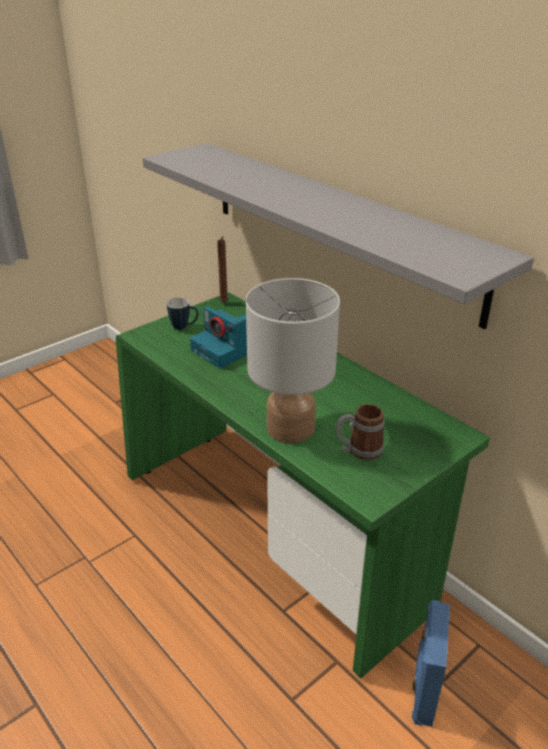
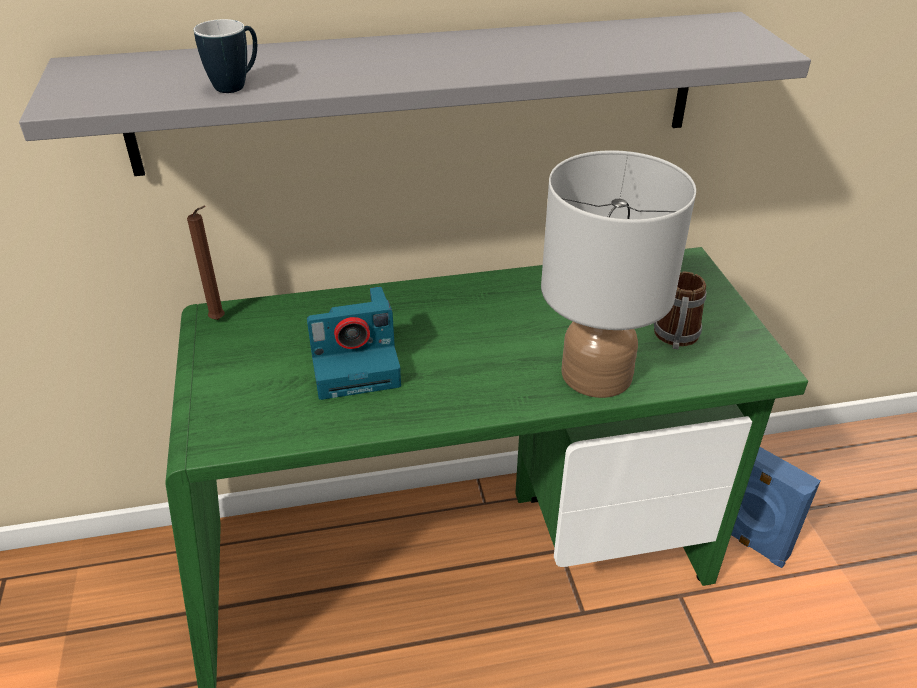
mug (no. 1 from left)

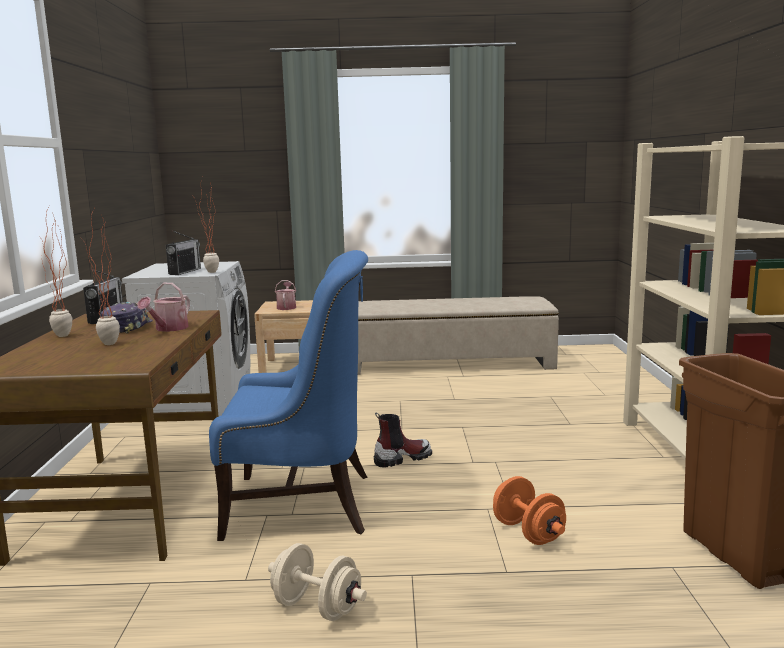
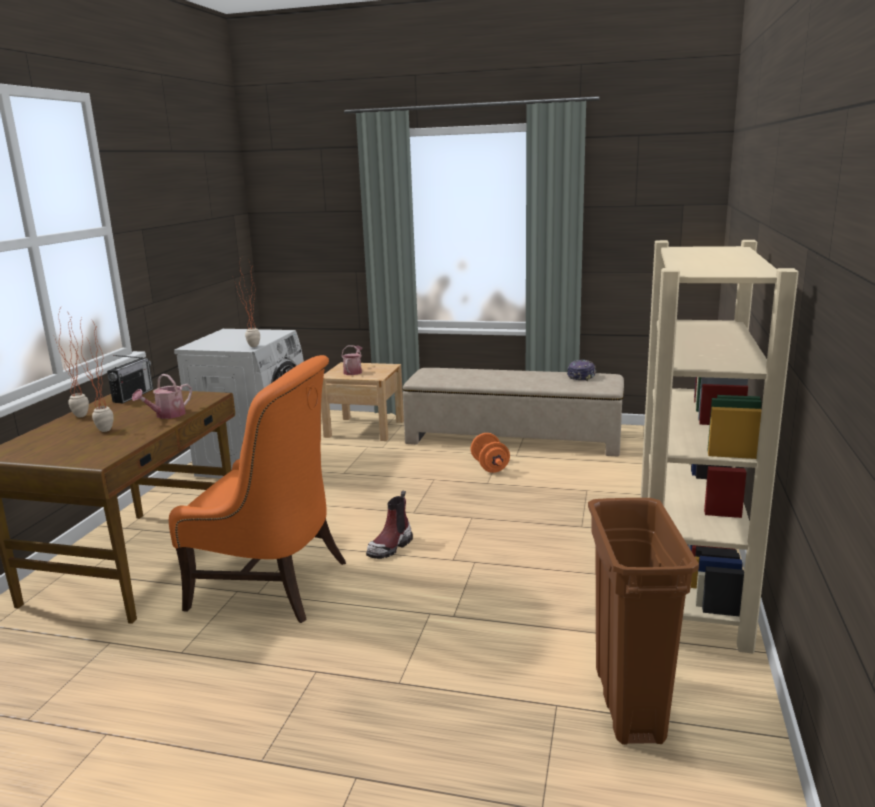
radio (no. 2 from left in the first image)
beige dumbbell
cap
orange dumbbell
orange chair
boot

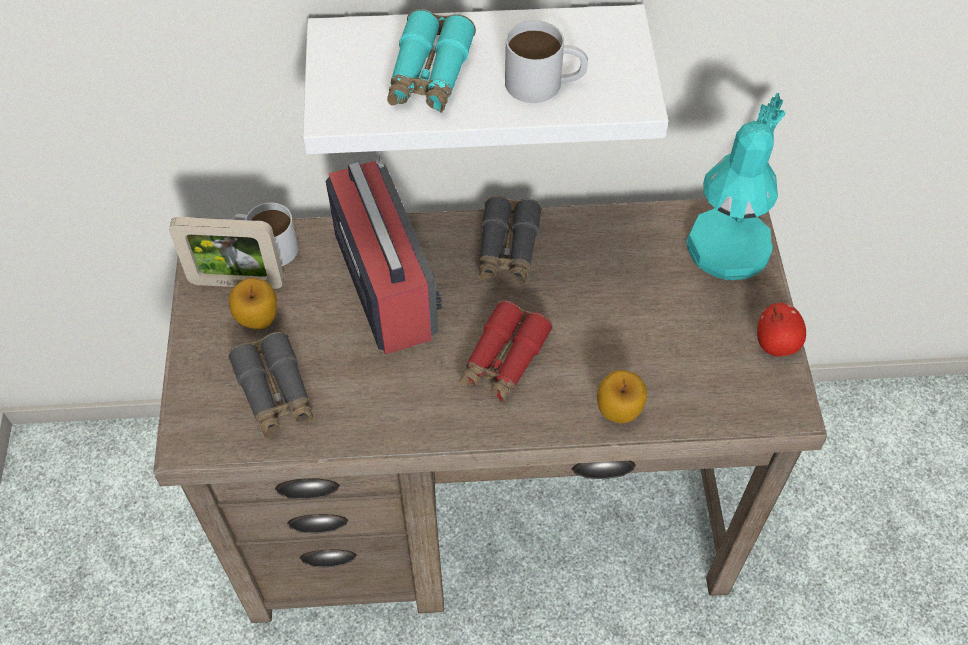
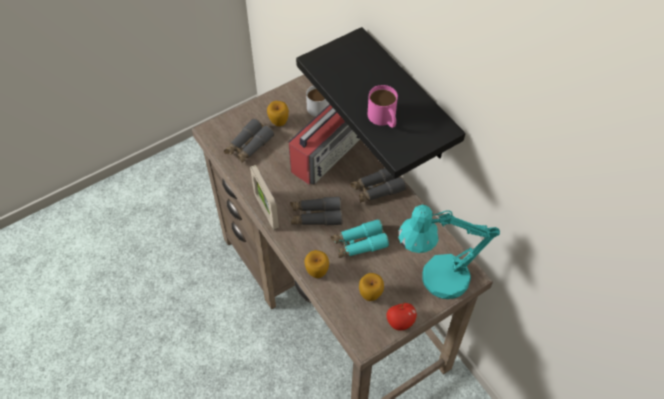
apple (no. 3 from left)
picture frame
turquoise binoculars
black shelf
grey binoculars (no. 2 from left)
pink mug

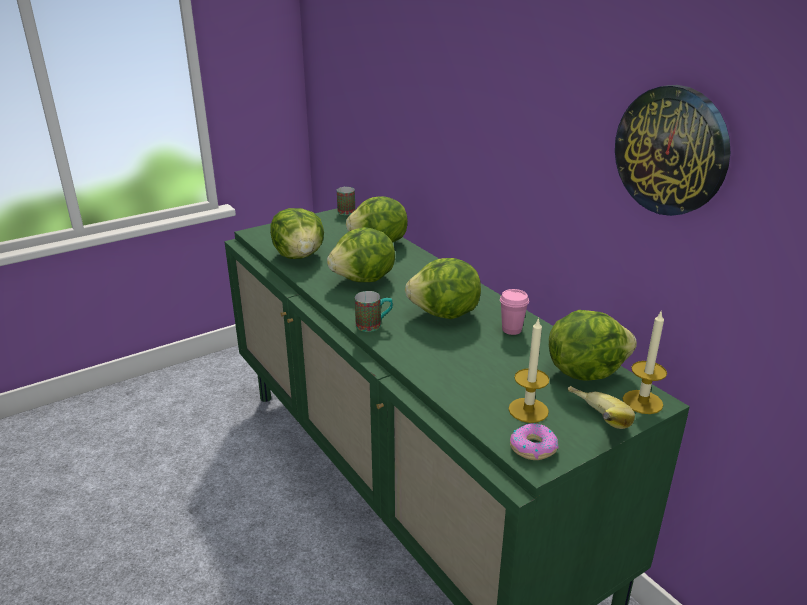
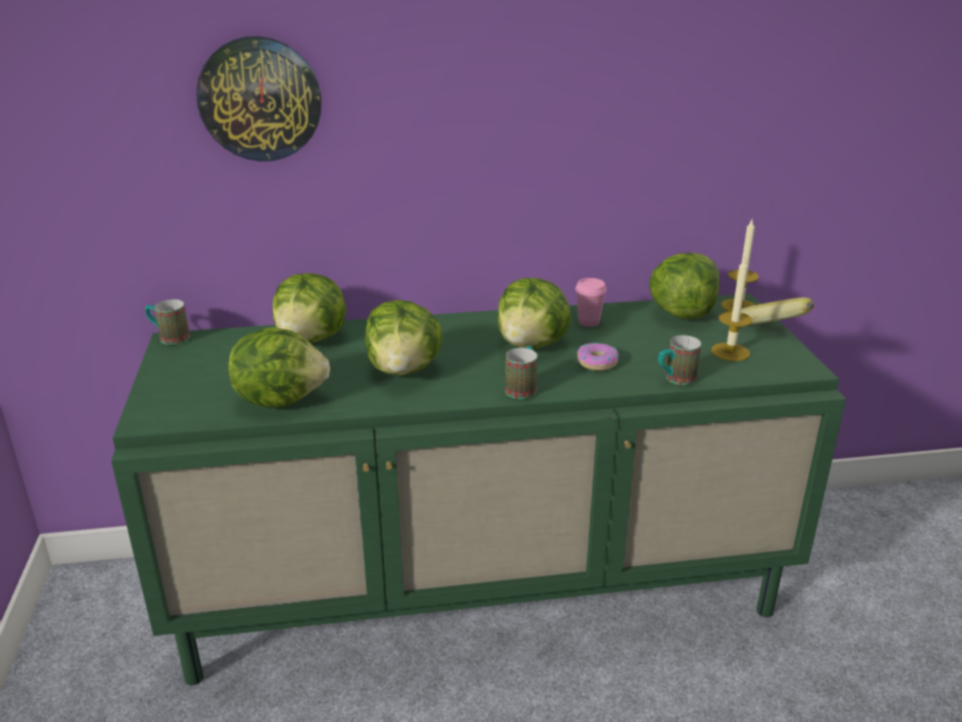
mug (no. 3 from left)
donut
wall clock

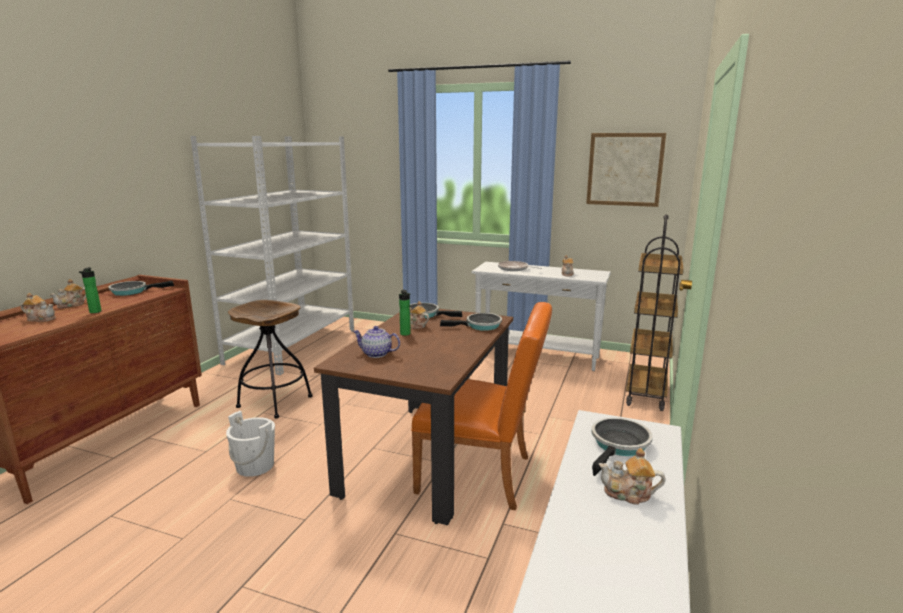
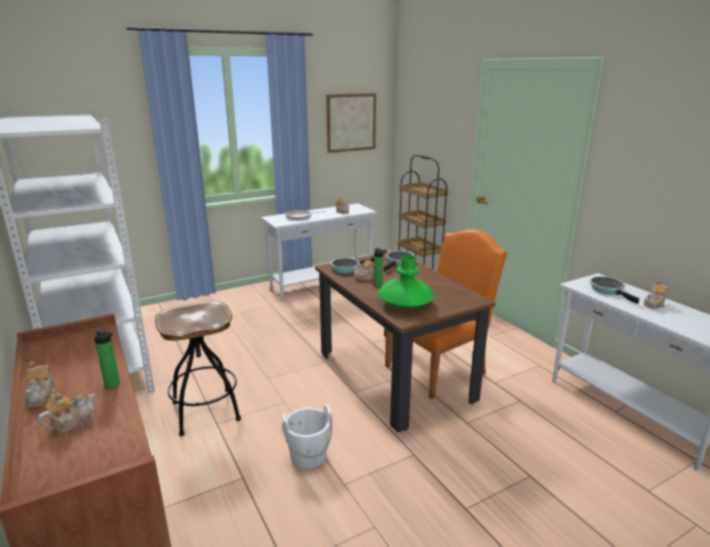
frying pan (no. 1 from left in the first image)
green vase

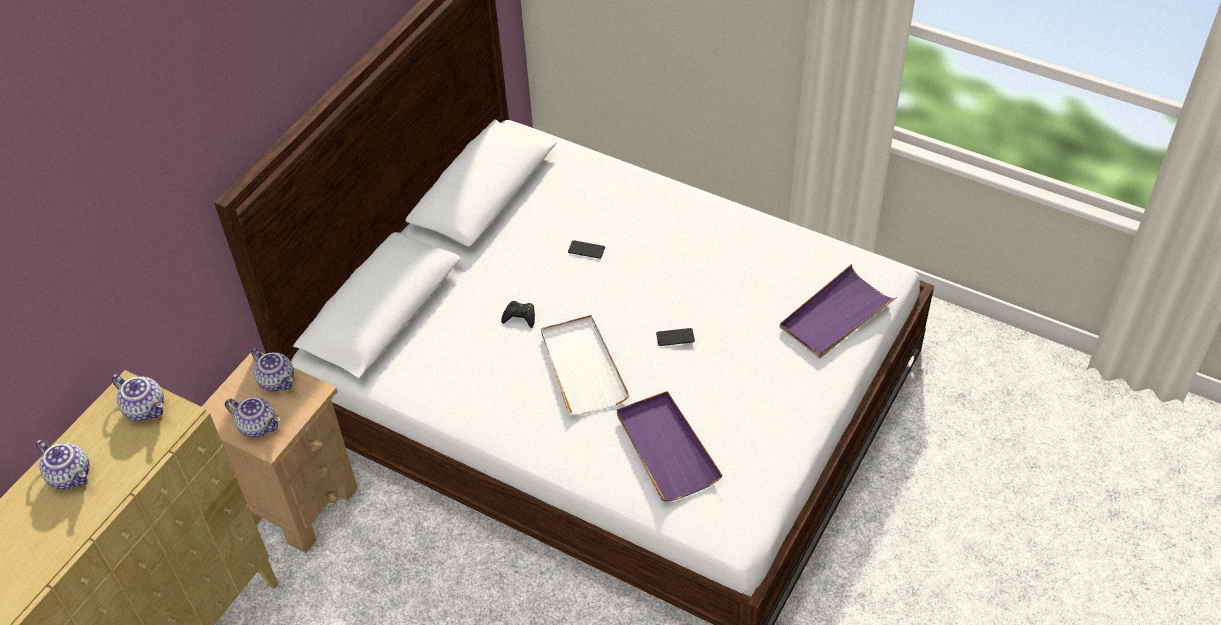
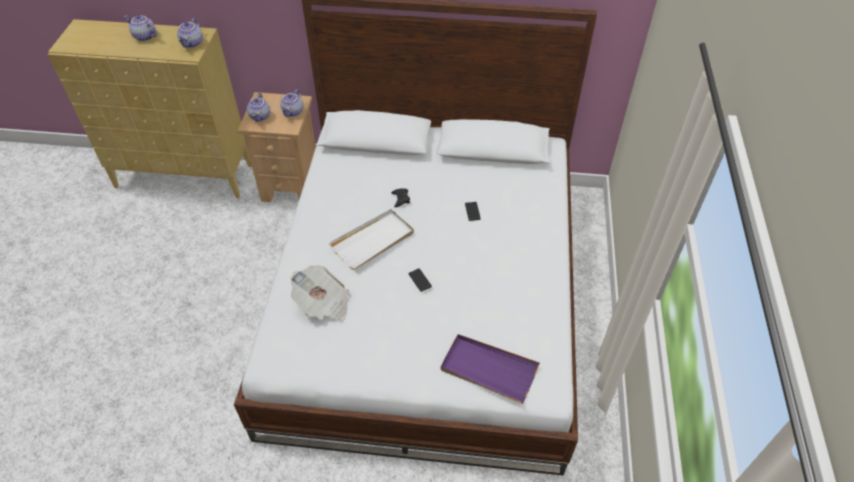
newspaper
teapot (no. 1 from left)

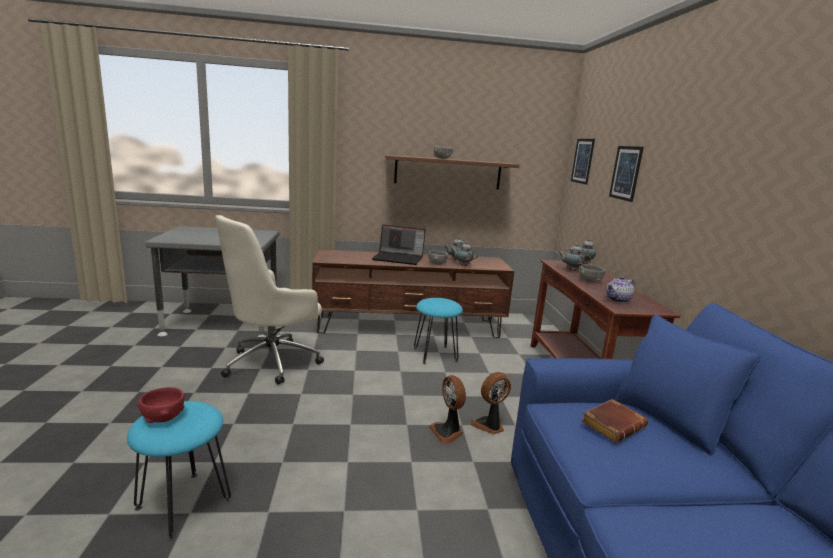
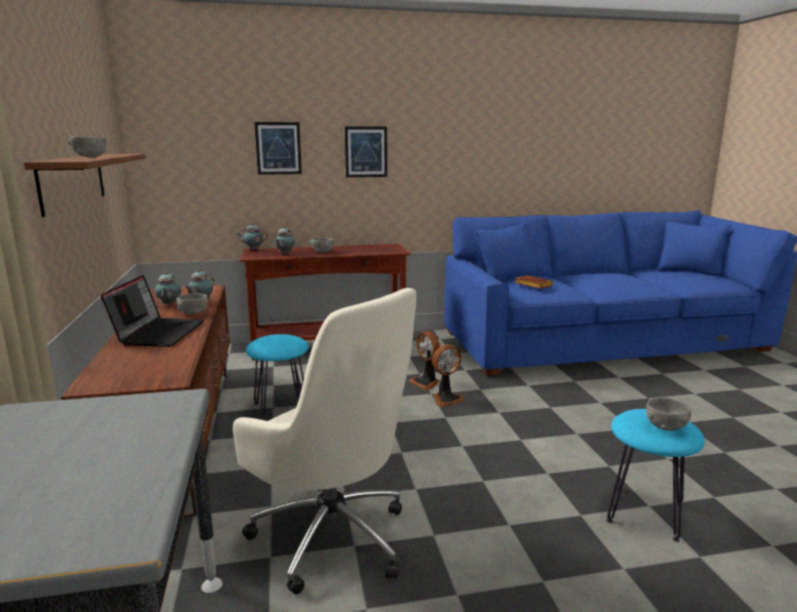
teapot (no. 5 from left in the first image)
picture (no. 2 from left)
grey bowl (no. 4 from left)

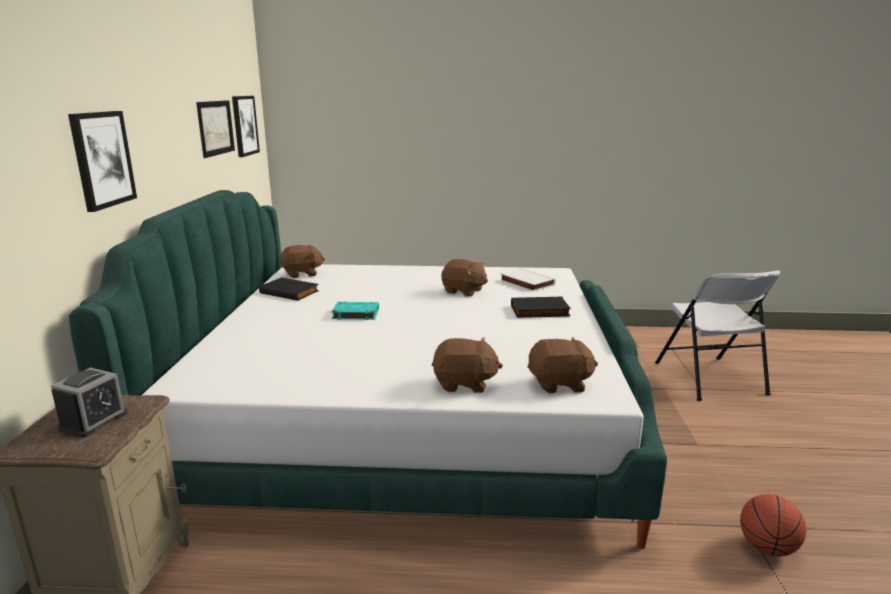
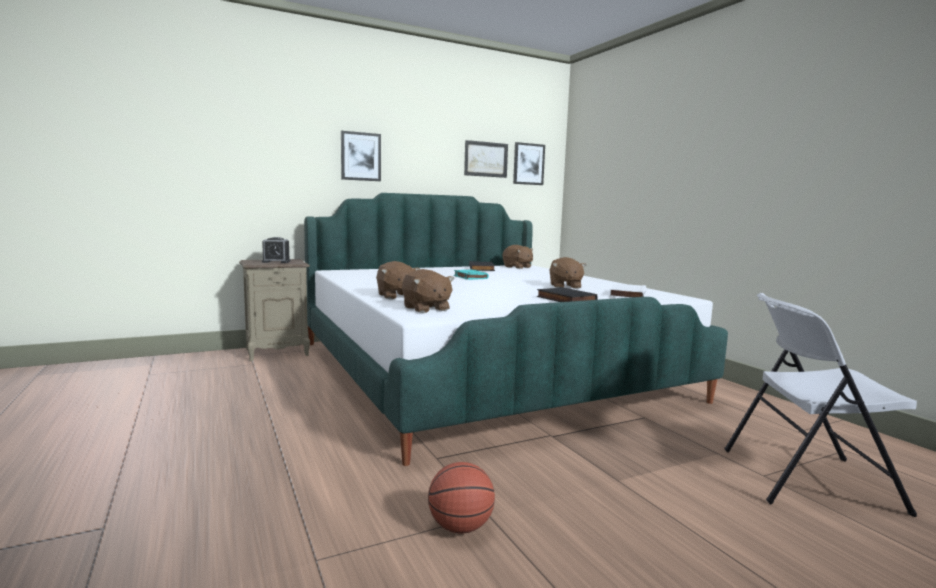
white chair

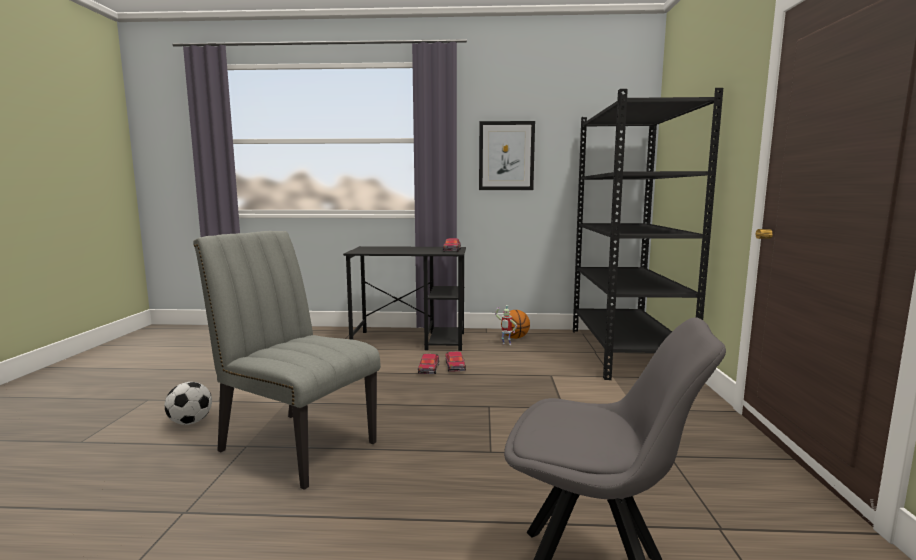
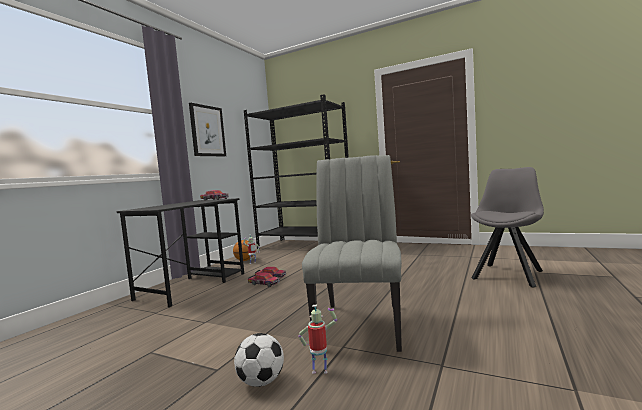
toy robot (no. 2 from left)
grey chair (no. 1 from left)

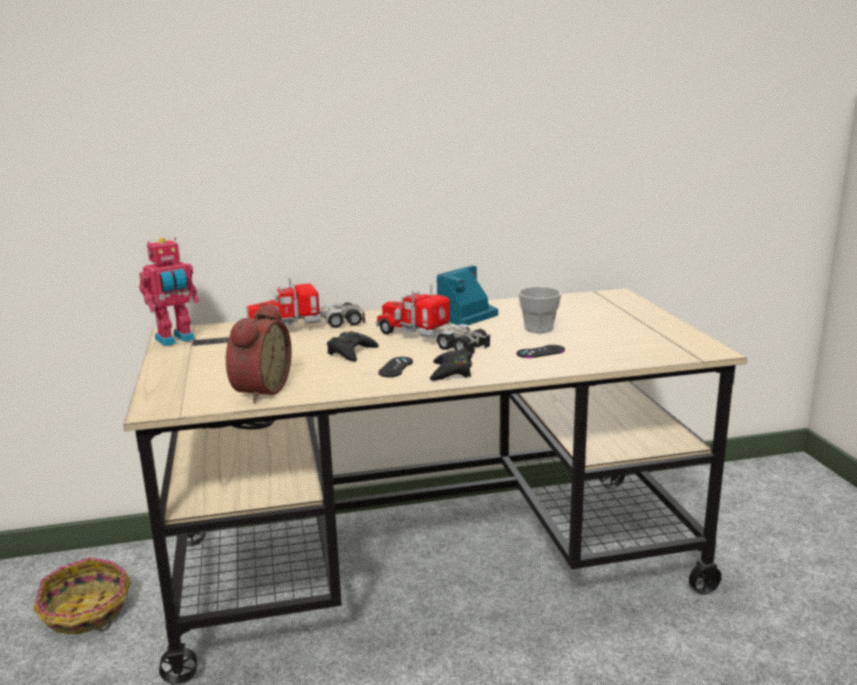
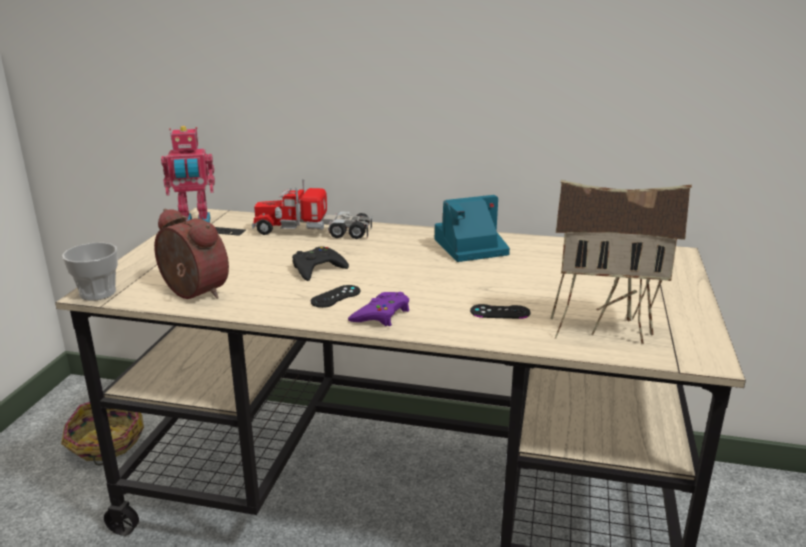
toy truck (no. 2 from left in the first image)
toy house
cup
purple game controller
alarm clock

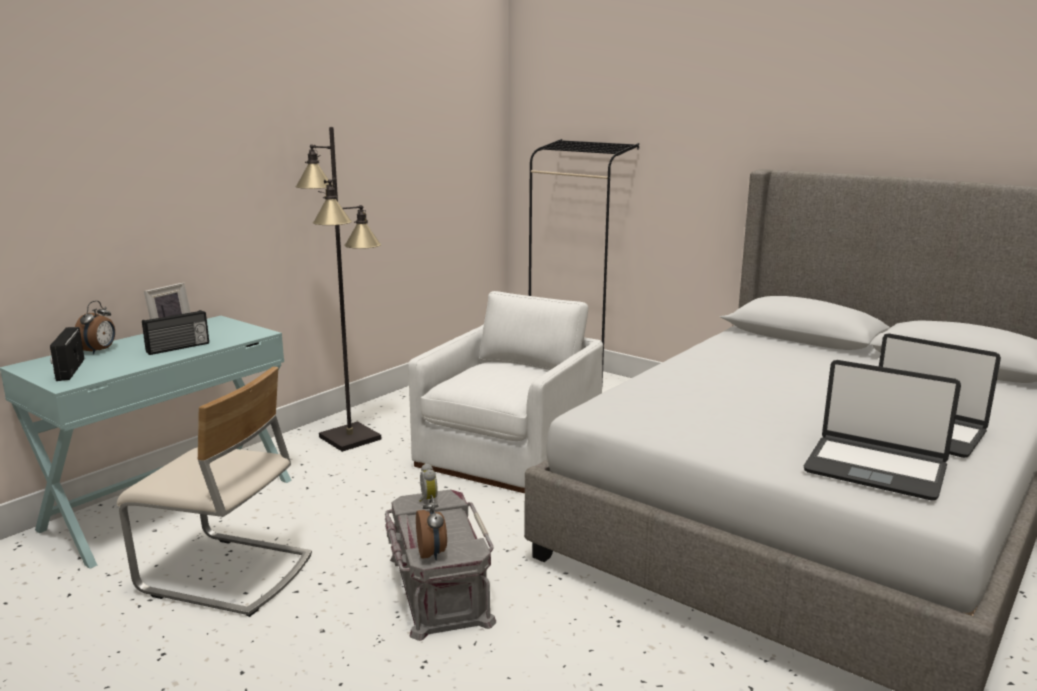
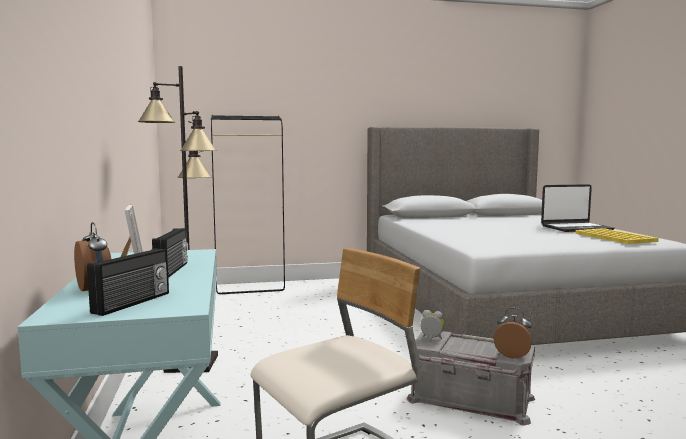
white armchair
yellow tray
radio (no. 1 from left)

